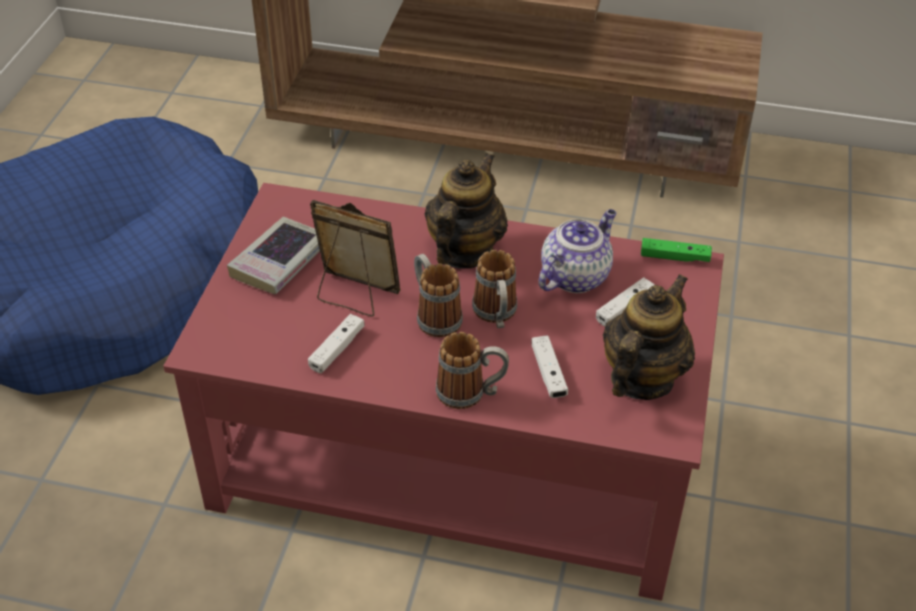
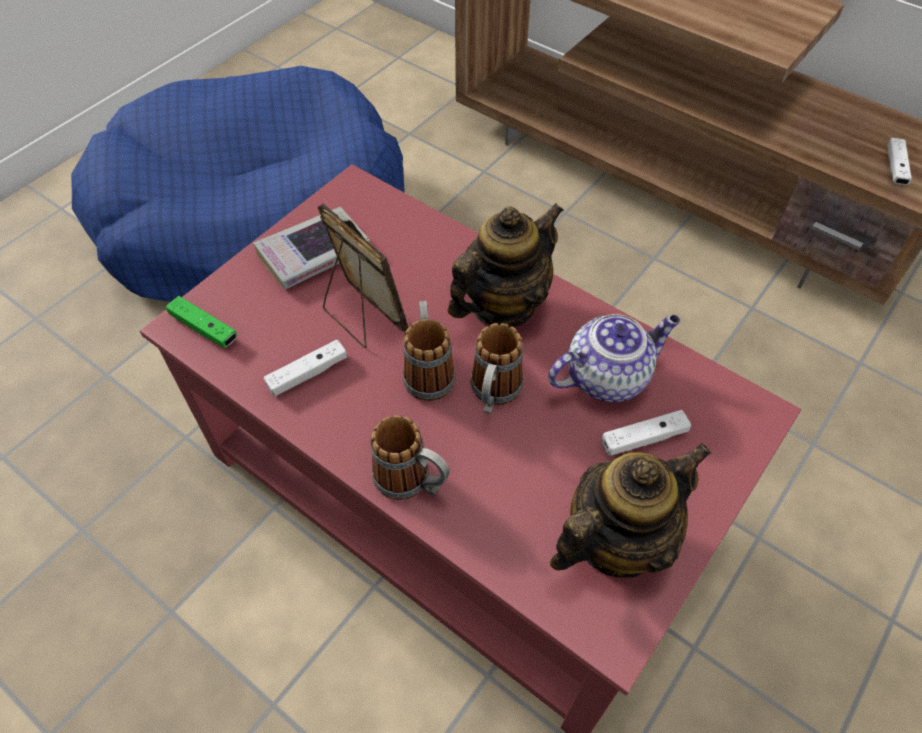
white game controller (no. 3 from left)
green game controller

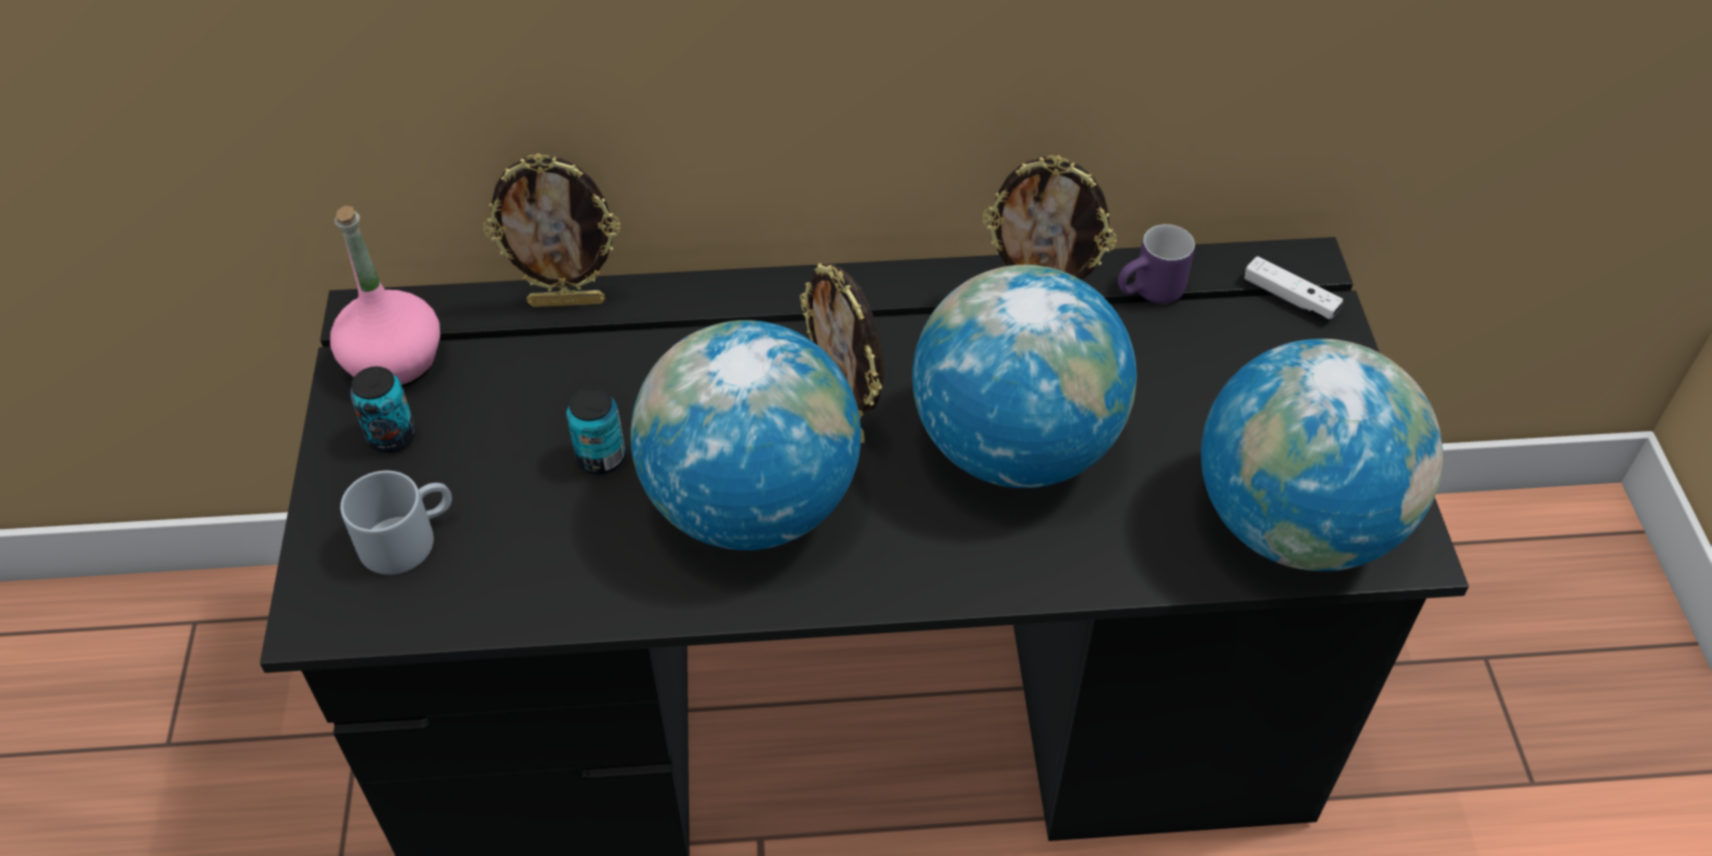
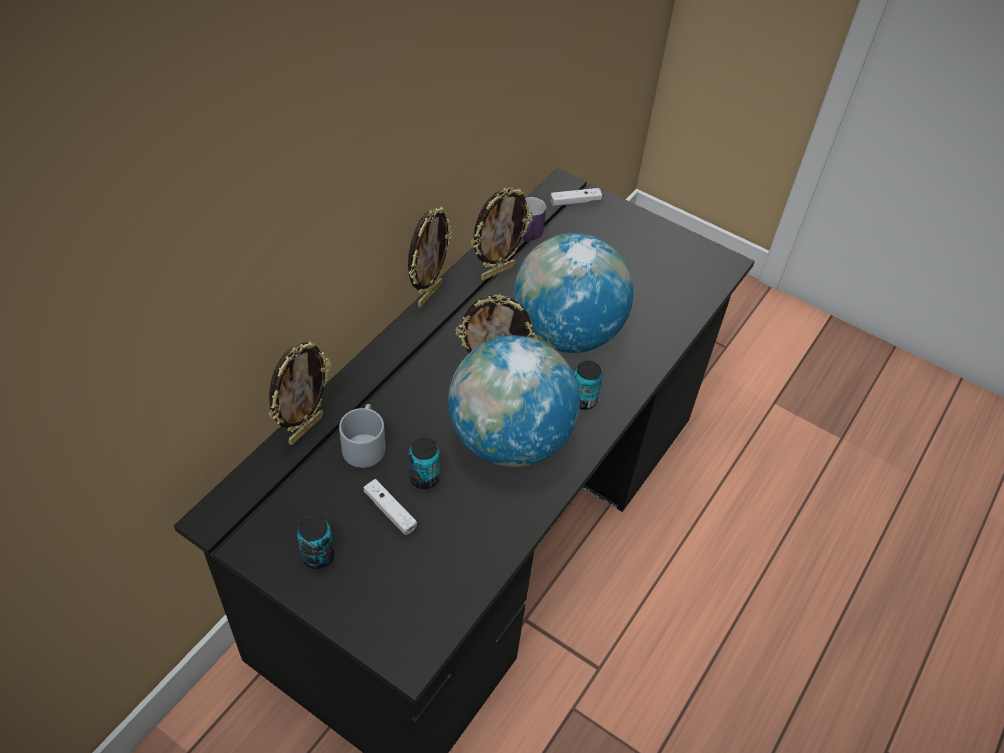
pink bottle
globe (no. 3 from left in the first image)
white game controller (no. 1 from left)
picture frame (no. 2 from left)
can (no. 3 from left)
grey mug

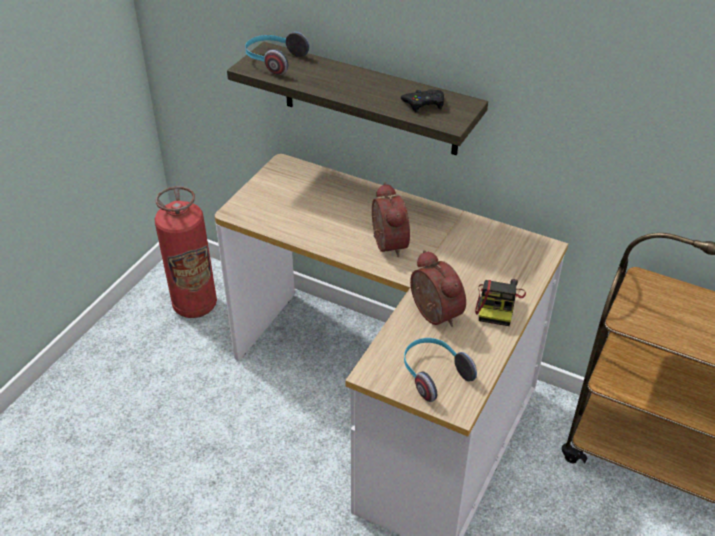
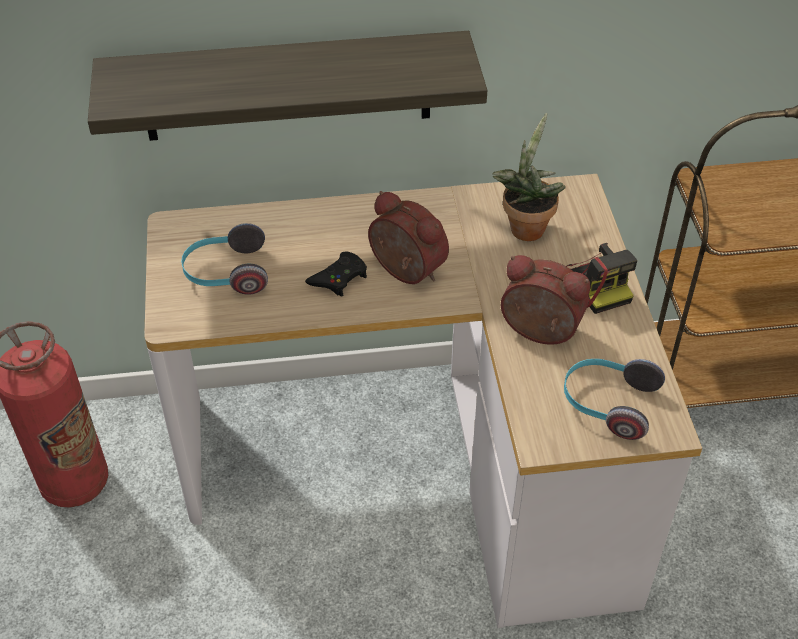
potted plant
headphones (no. 1 from left)
black game controller

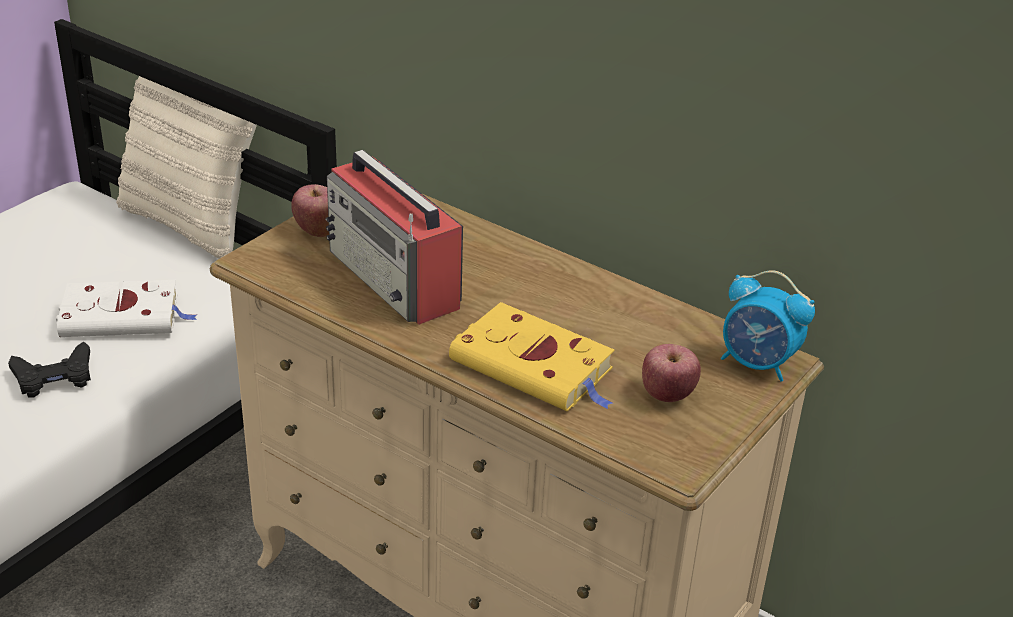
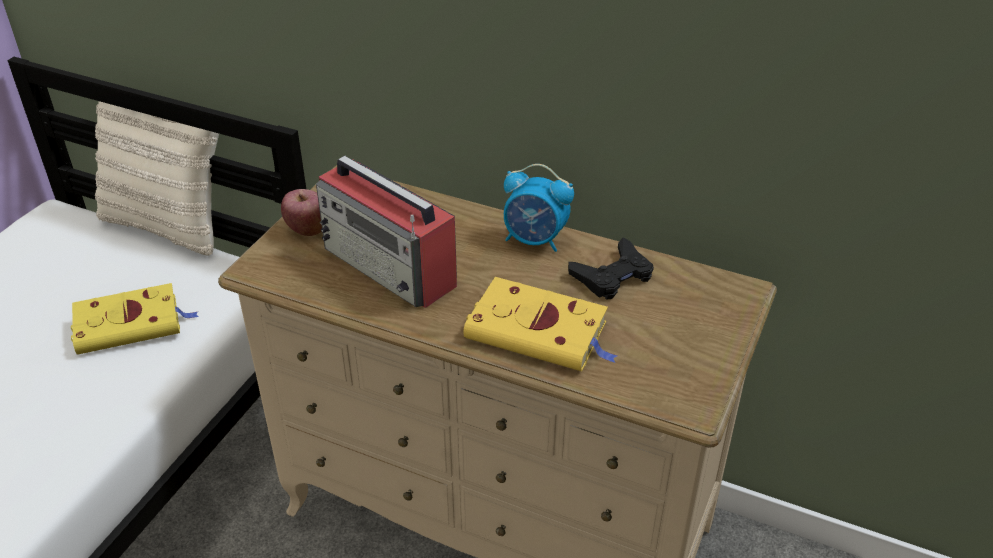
apple (no. 2 from left in the first image)
black game controller
alarm clock
yellow book (no. 1 from left)

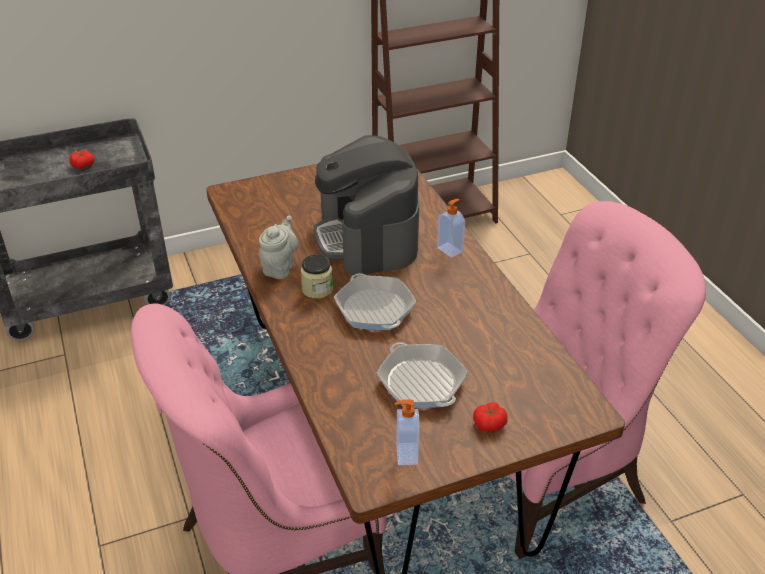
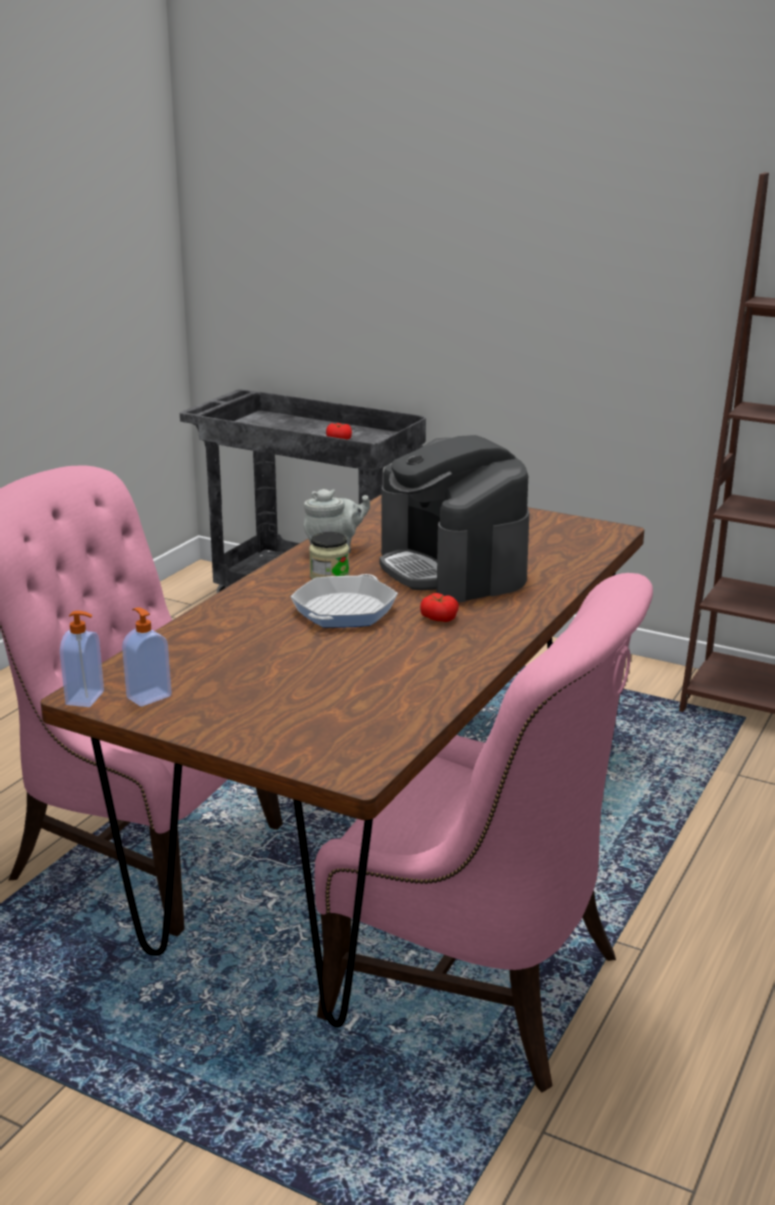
frying pan (no. 2 from left in the first image)
soap dispenser (no. 1 from left)
tomato (no. 2 from left)
coffee machine

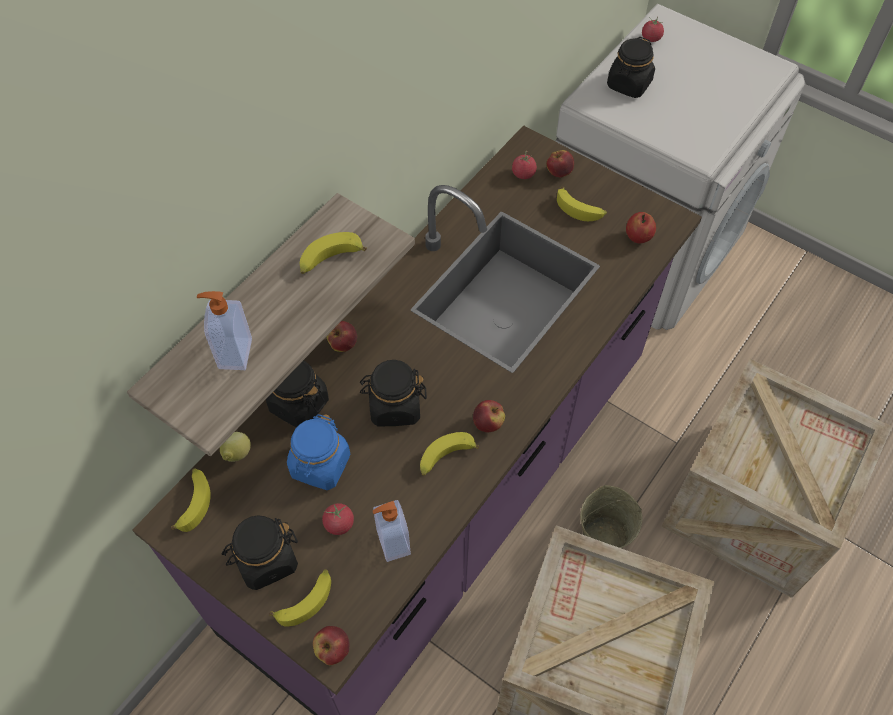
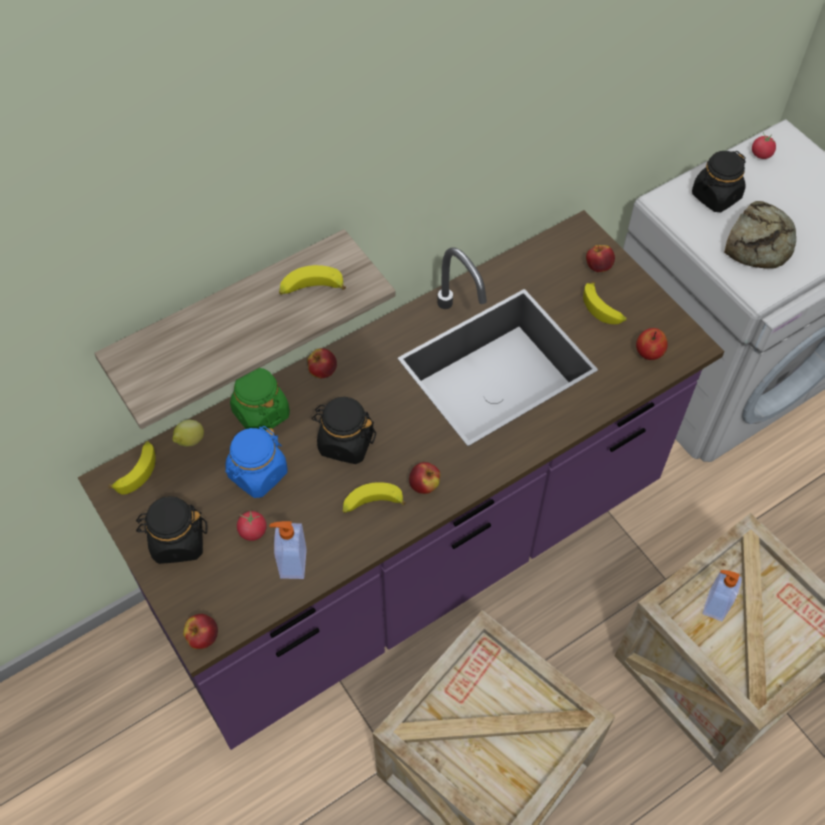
banana (no. 2 from left in the first image)
tomato (no. 2 from left in the first image)
beige bucket
bread
soap dispenser (no. 2 from left)
green jar

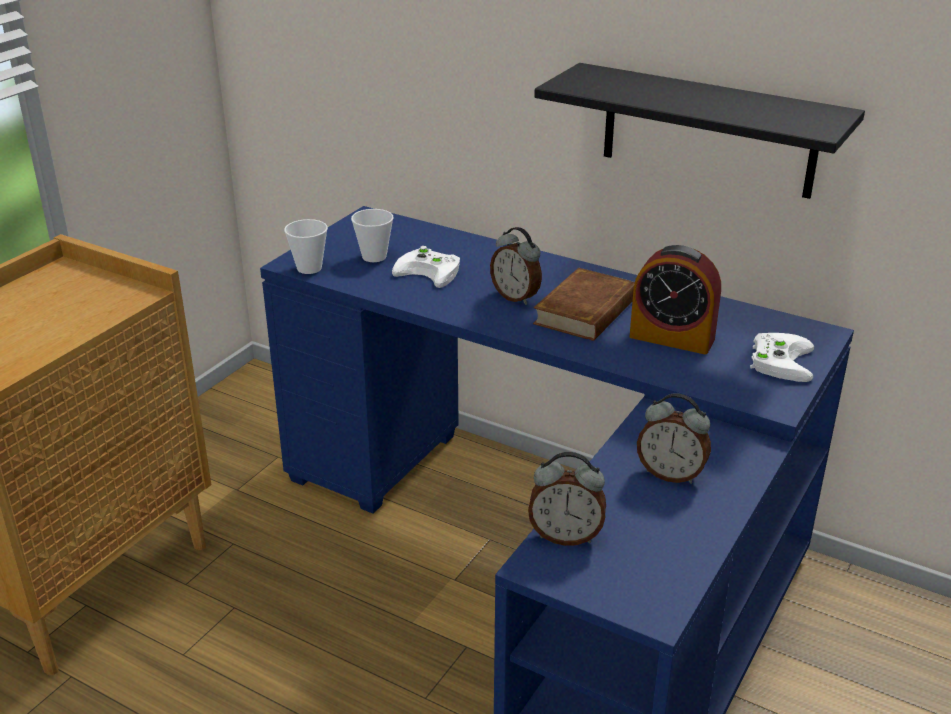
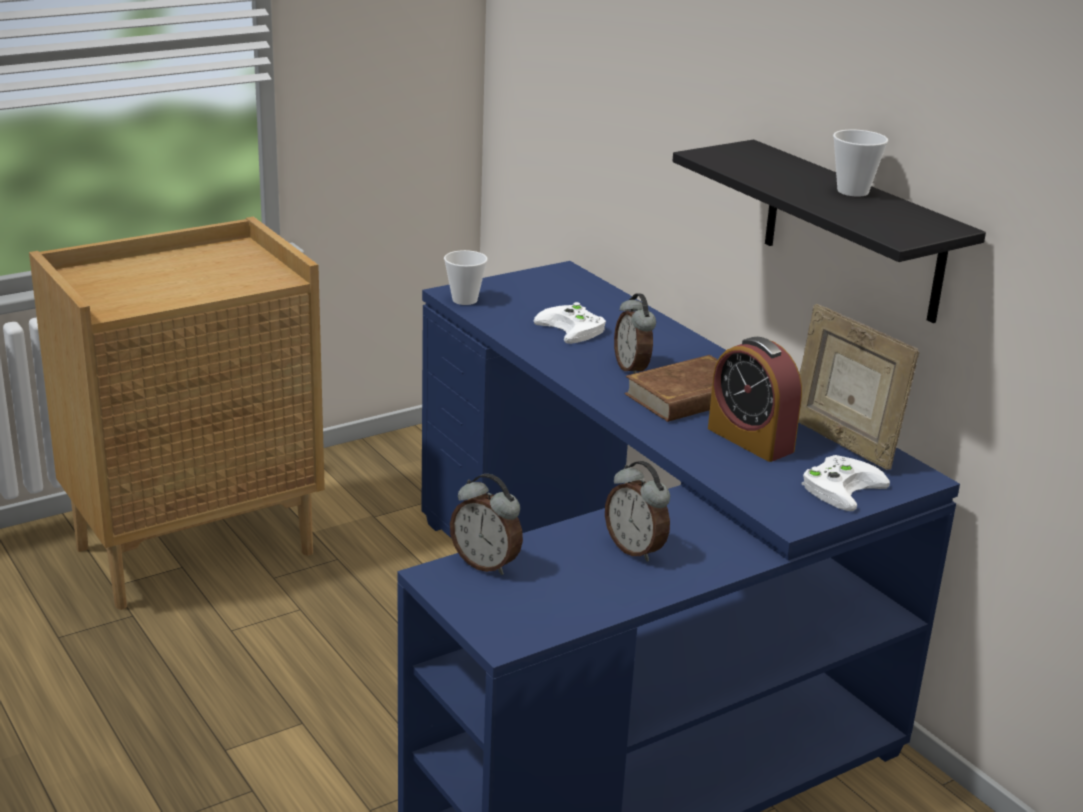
picture frame
cup (no. 2 from left)

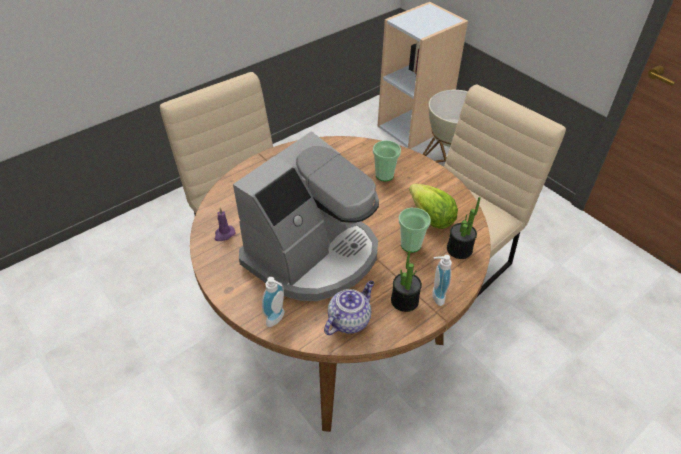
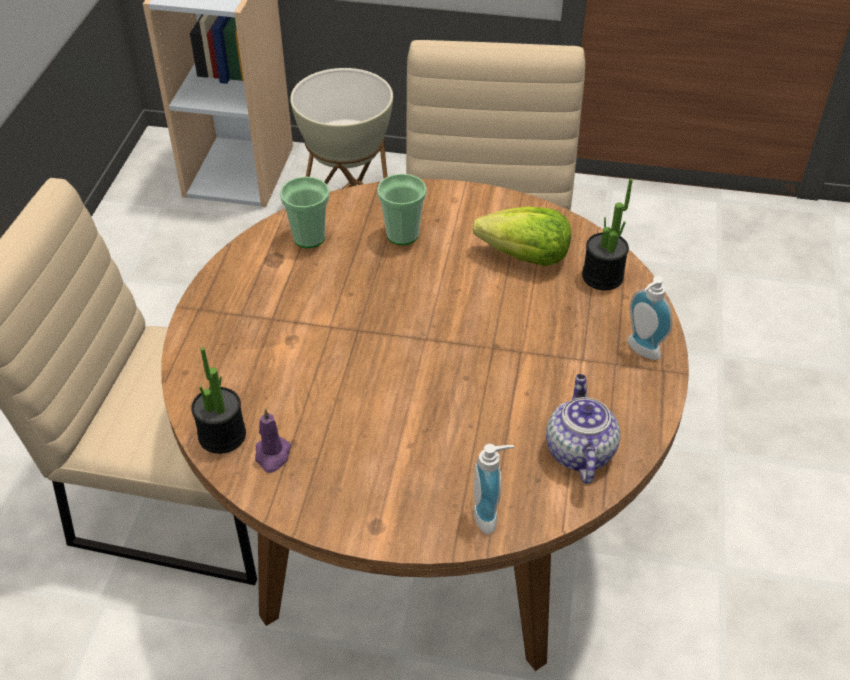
coffee machine
potted plant (no. 1 from left)
cup (no. 1 from left)

